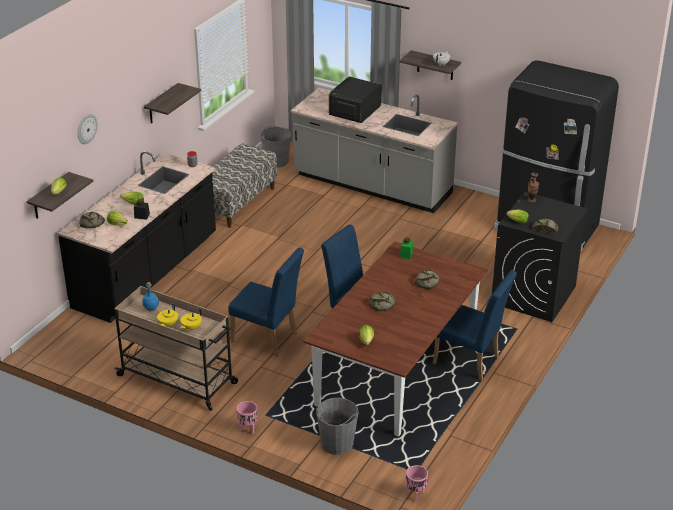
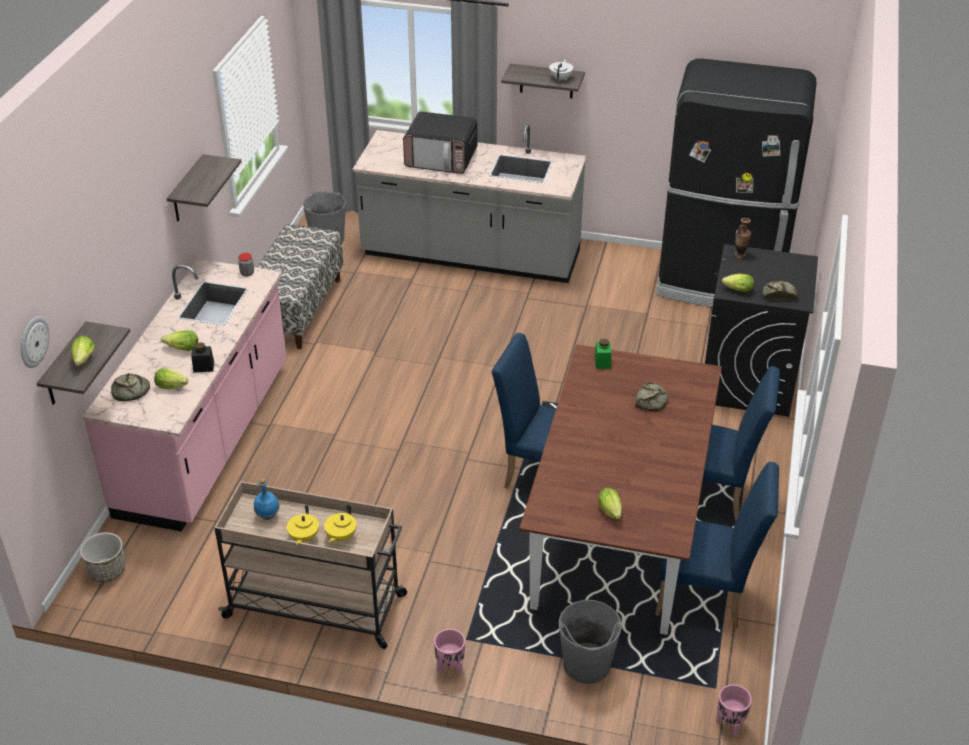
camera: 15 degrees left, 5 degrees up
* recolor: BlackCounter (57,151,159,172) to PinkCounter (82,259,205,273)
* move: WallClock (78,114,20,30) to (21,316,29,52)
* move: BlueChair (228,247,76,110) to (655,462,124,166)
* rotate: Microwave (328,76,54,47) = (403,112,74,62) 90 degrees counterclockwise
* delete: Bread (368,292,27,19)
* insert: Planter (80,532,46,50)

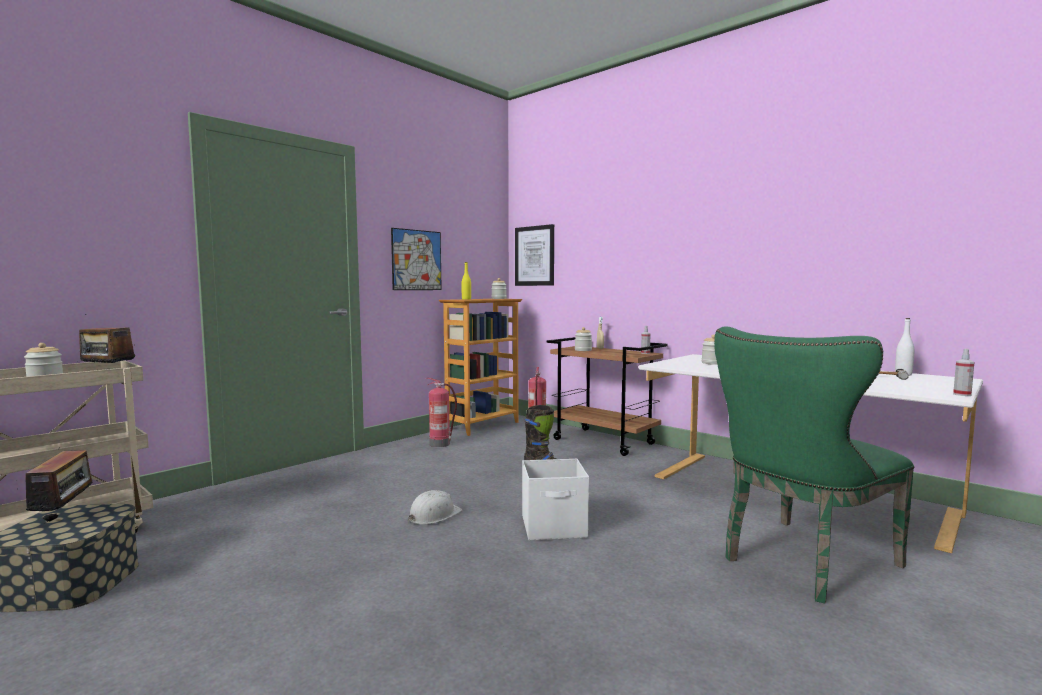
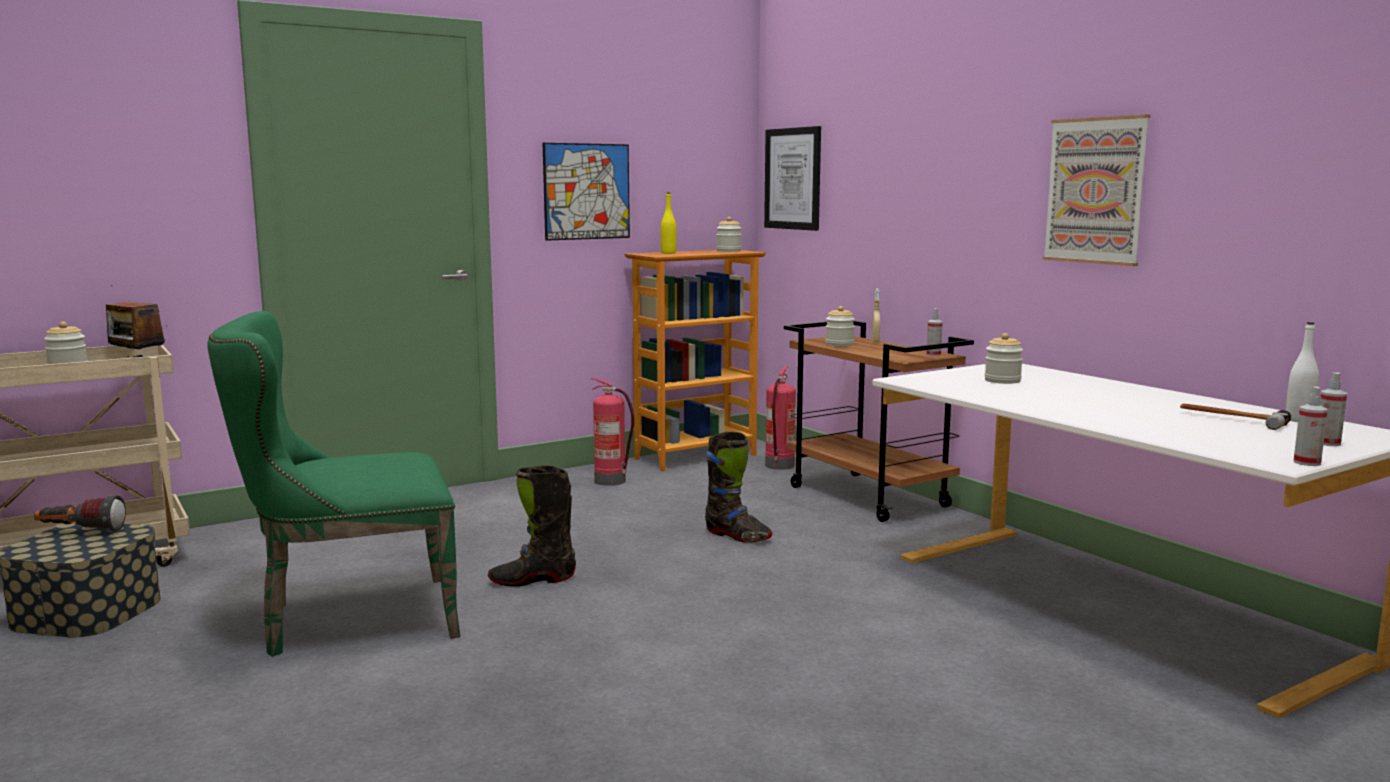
camera: 15 degrees right, 5 degrees up
* replace: Radio (25,450,72,74) to Flashlight (34,495,92,37)
* replace: WhiteHardHat (408,490,54,34) to BlackBoot (488,465,88,122)
* delete: WhiteStorageBox (522,459,67,82)
* move: GreenChair (714,326,200,278) to (208,311,252,346)
* insert: Picture (1042,114,108,152)
* insert: SprayBottle (1320,372,27,74)

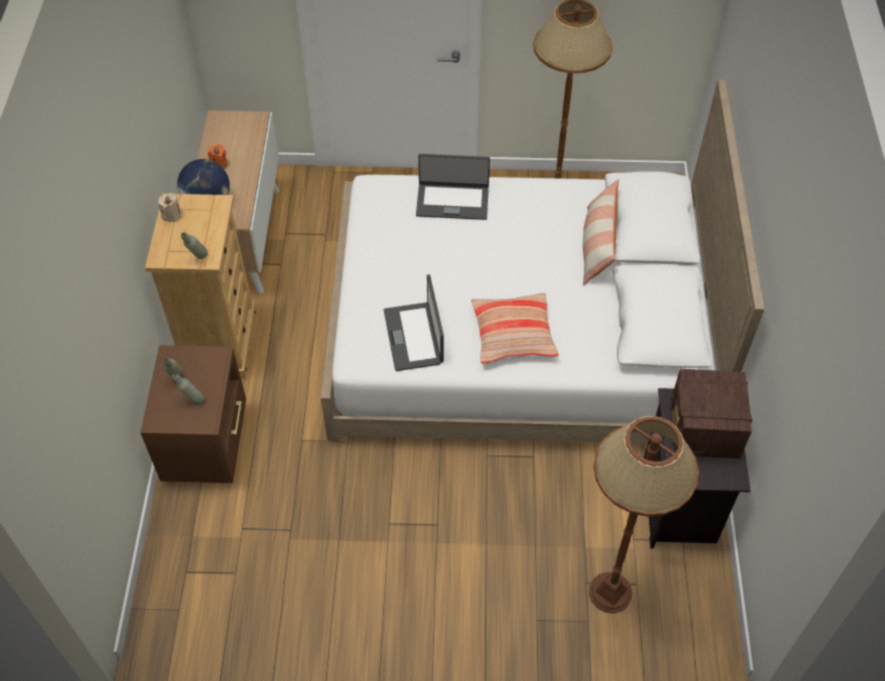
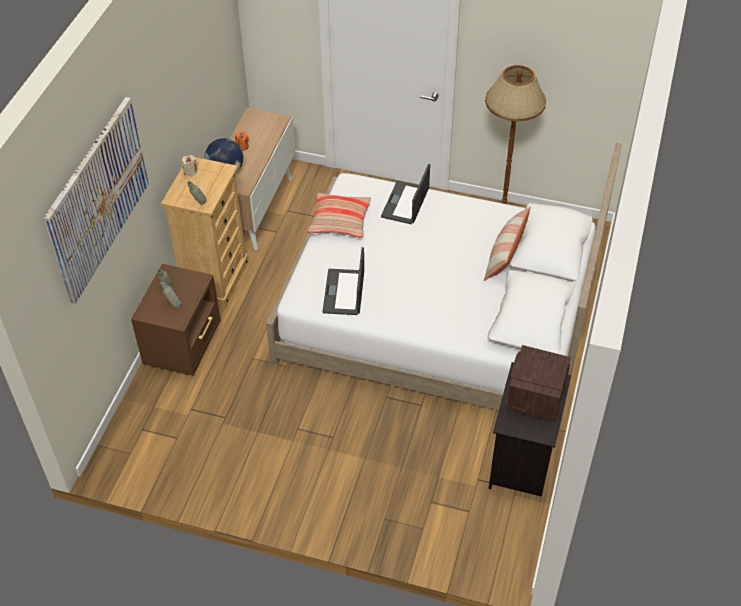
camera: 15 degrees right, 5 degrees down
* rotate: Laptop (416,154,74,66) = (381,164,49,60) 90 degrees clockwise
* move: Pillow (471,293,87,71) to (308,192,63,46)
* delete: BrownFloorLamp (589,416,110,197)
* insert: Picture (43,97,106,207)

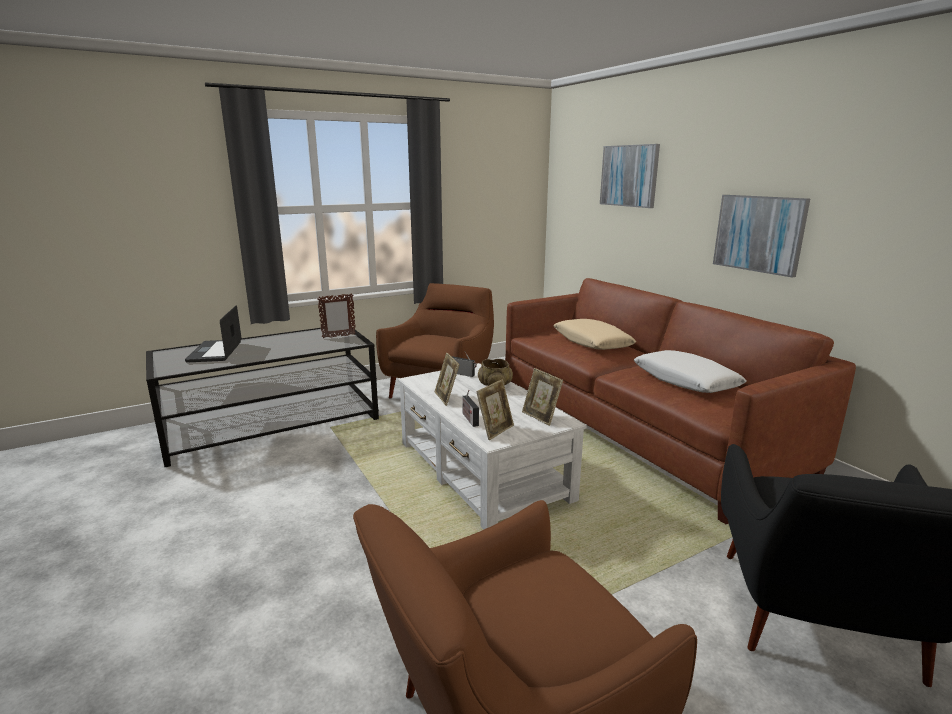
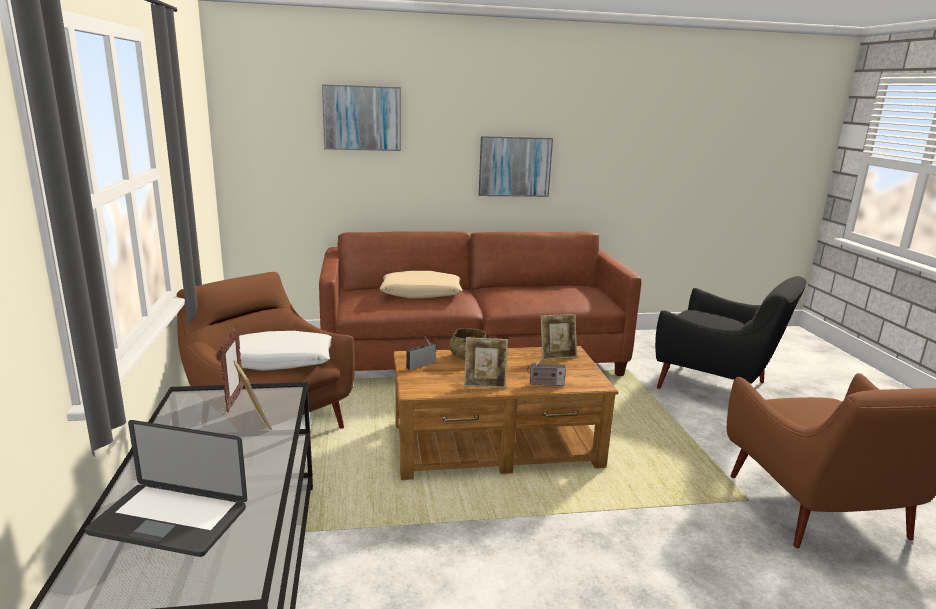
camera: 70 degrees left, 0 degrees up
* recolor: WhiteCoffeeTable (398,363,188,167) to BrownCoffeeTable (394,346,224,134)
* move: PictureFrame (476,379,38,61) to (233,360,39,70)
* move: WhitePillow (634,350,113,43) to (220,331,112,40)

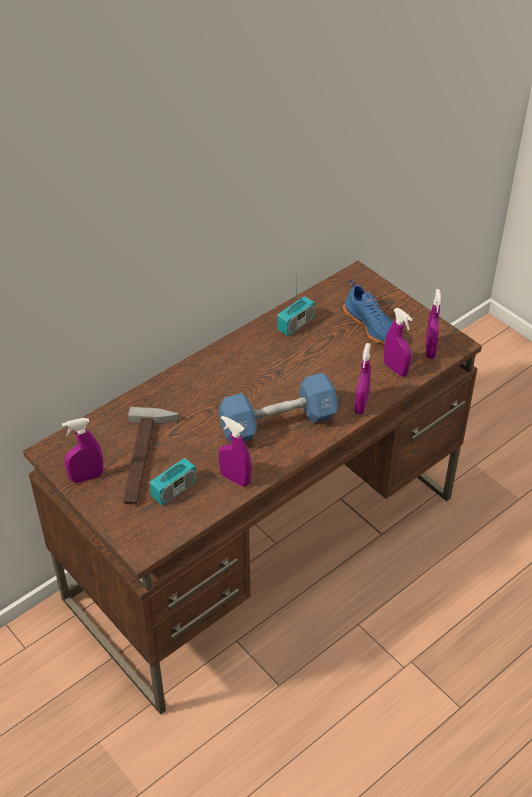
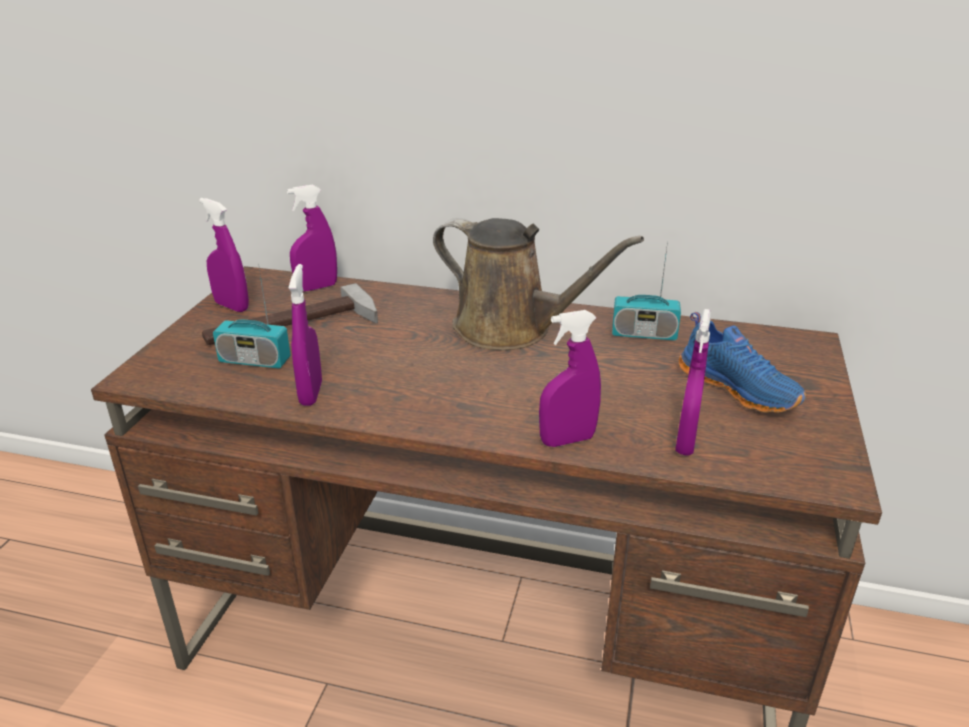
camera: 55 degrees right, 15 degrees down
* delete: BlueDumbbell (218,373,120,70)
* rotate: BlueShoe (343,279,50,65) = (679,312,127,101) 60 degrees counterclockwise
* move: PurpleSprayBottle (426,289,15,70) to (287,185,50,107)
* insert: BrownWateringCan (433,218,211,133)

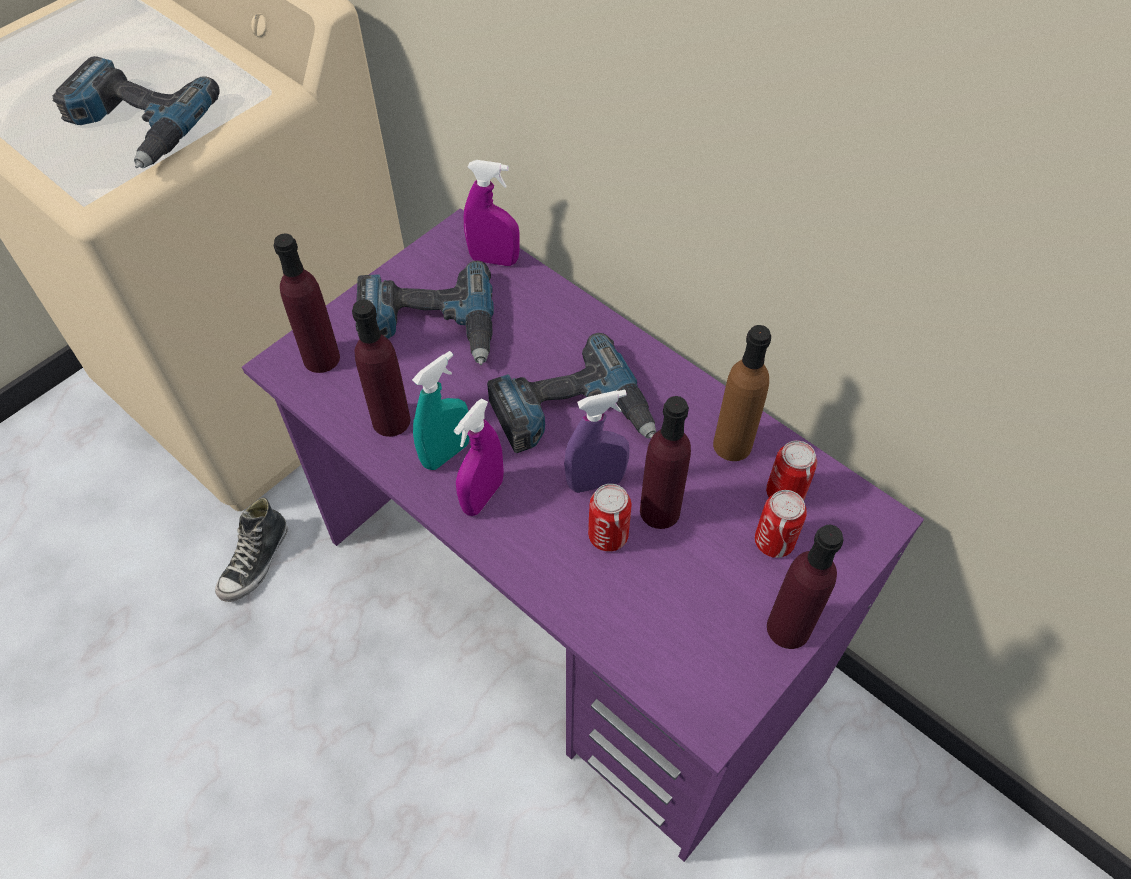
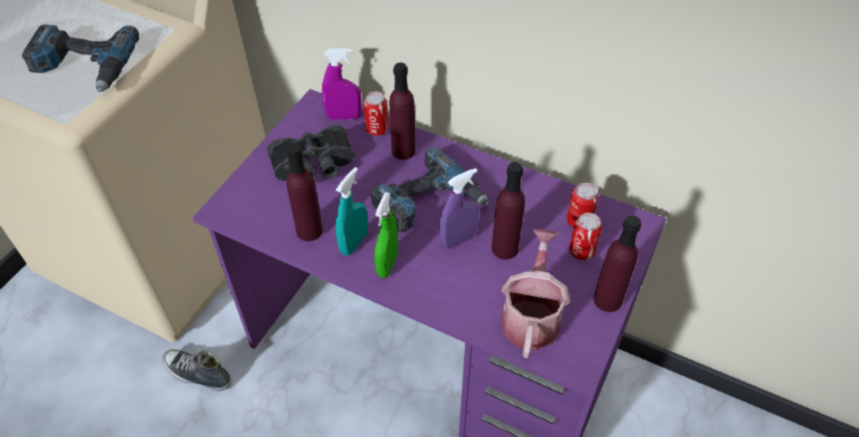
camera: 15 degrees left, 5 degrees down
* rotate: Shoe (215,497,72,105) = (162,349,69,42) 105 degrees clockwise
* move: PurpleBottle (274,233,66,140) to (389,63,27,97)
* replace: PowerDrill (356,261,138,104) to BlackBinoculars (267,125,88,56)
* recolor: PurpleSprayBottle (454,399,50,117) to GreenSprayBottle (374,192,24,86)
* move: Can (588,484,44,67) to (364,91,25,45)
* delete: BrownBottle (713,325,58,136)
* insert: WateringCan (501,229,70,129)

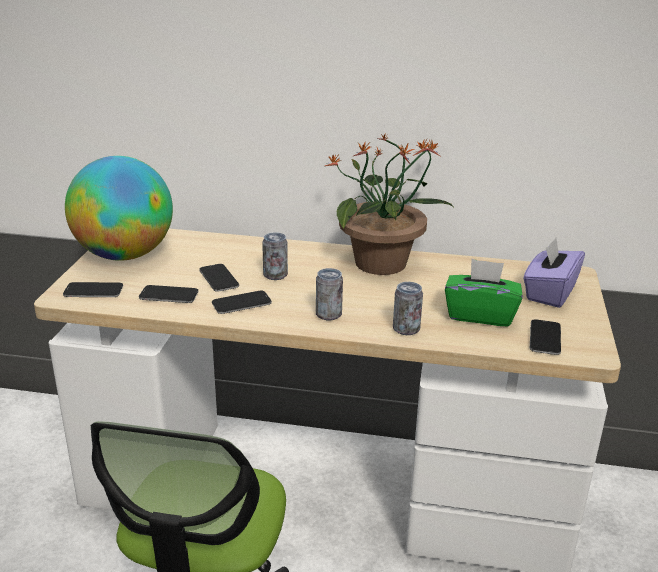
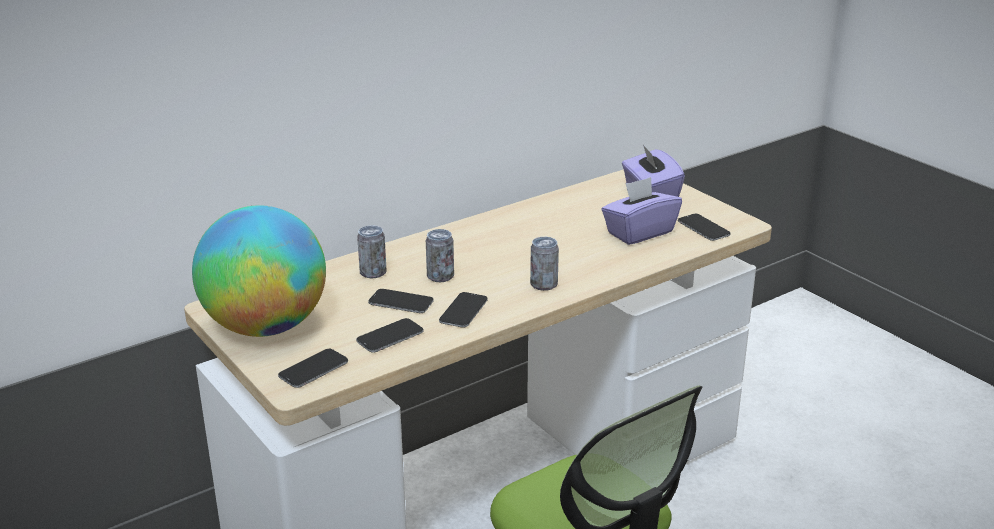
camera: 45 degrees left, 0 degrees up
* delete: PottedPlant (325,134,128,141)
* move: Can (393,282,30,53) to (357,225,30,53)
* recolor: GreenTissueBox (445,259,77,67) to PurpleTissueBox (601,177,81,68)

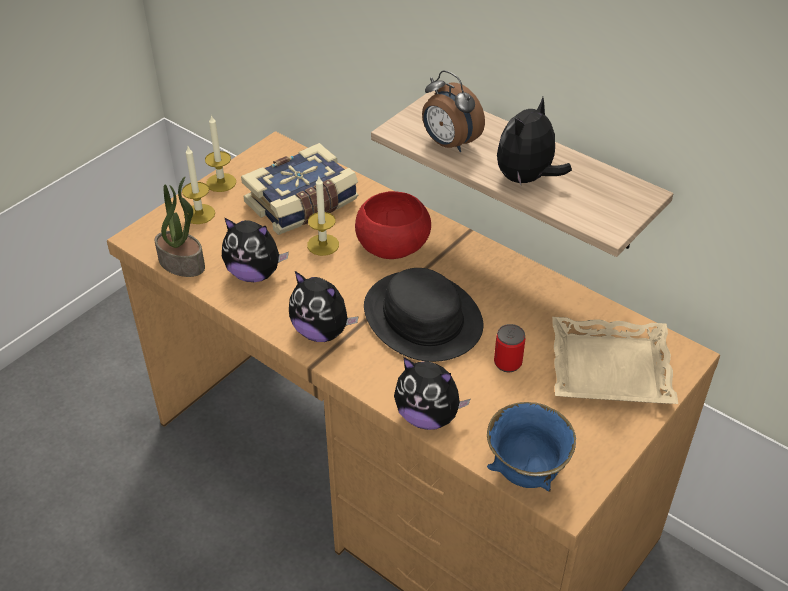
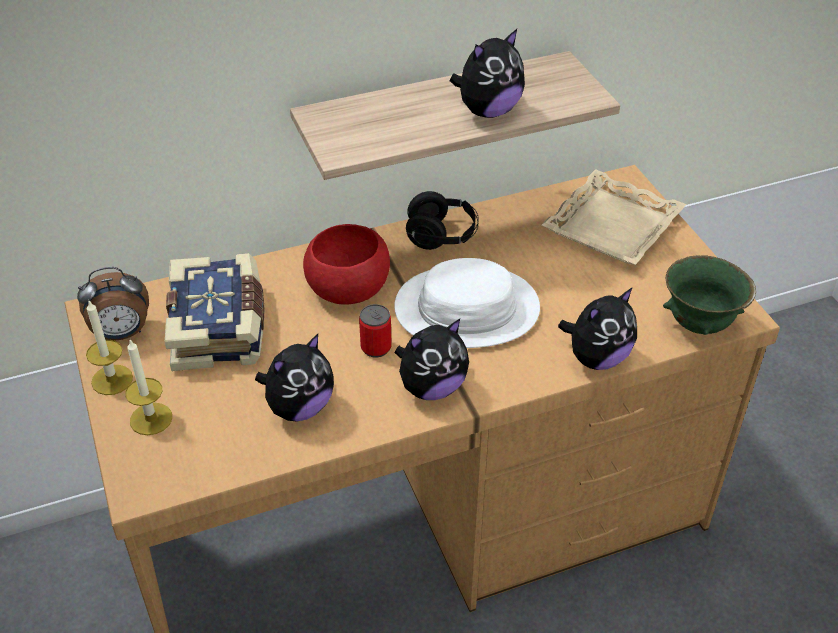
camera: 60 degrees left, 0 degrees up
* delete: PottedPlant (155,177,50,100)
* delete: Candle (307,177,32,79)
* recolor: BlackHat (364,268,119,94) to WhiteHat (394,258,146,90)
* move: AlarmClock (422,70,63,82) to (77,267,72,74)
* recolor: BlueBowl (487,402,89,90) to GreenBowl (663,255,93,80)
* move: Can (494,324,31,48) to (359,304,33,53)
* rotate: PlushToy (497,97,75,88) = (450,29,75,89) 105 degrees counterclockwise
* insert: BlackHeadphones (406,191,73,59)

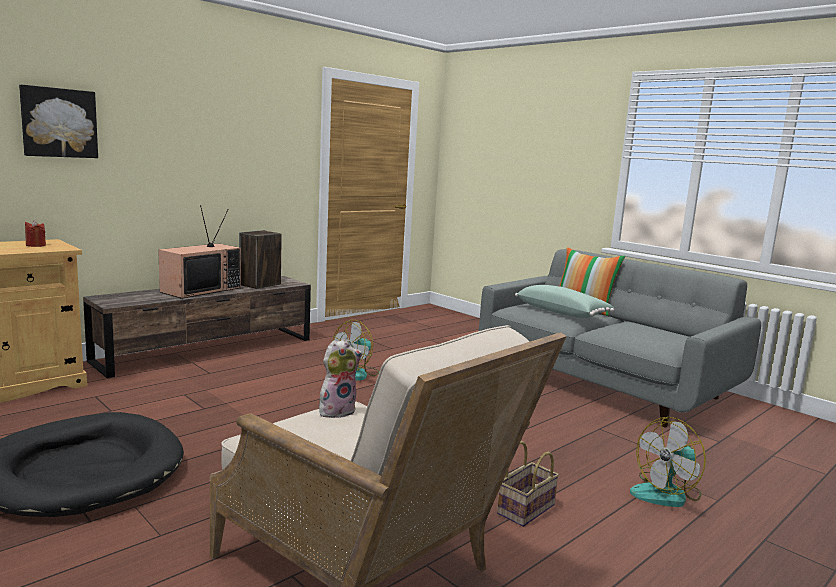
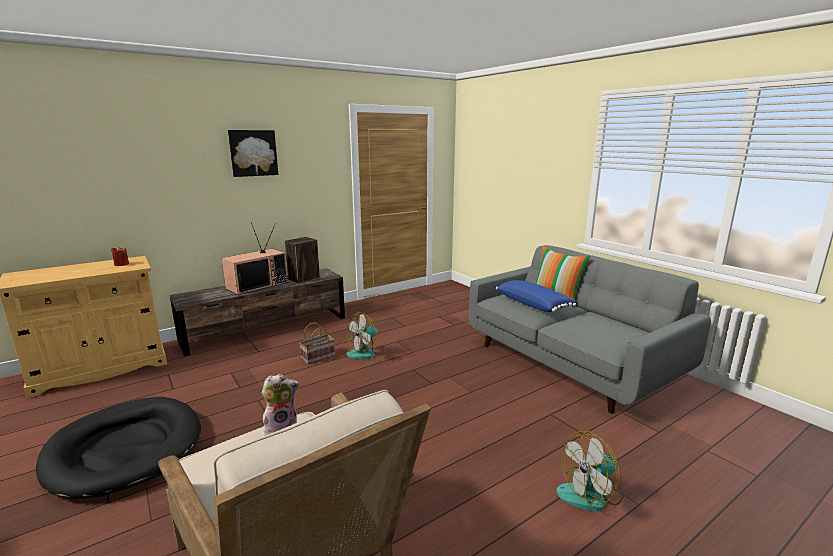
camera: 10 degrees right, 5 degrees up
* move: Picture (19,85,79,73) to (228,130,50,47)
* move: Basket (497,441,62,86) to (299,322,36,42)
* recolor: GreenPillow (515,285,99,33) to BluePillow (496,280,80,32)

